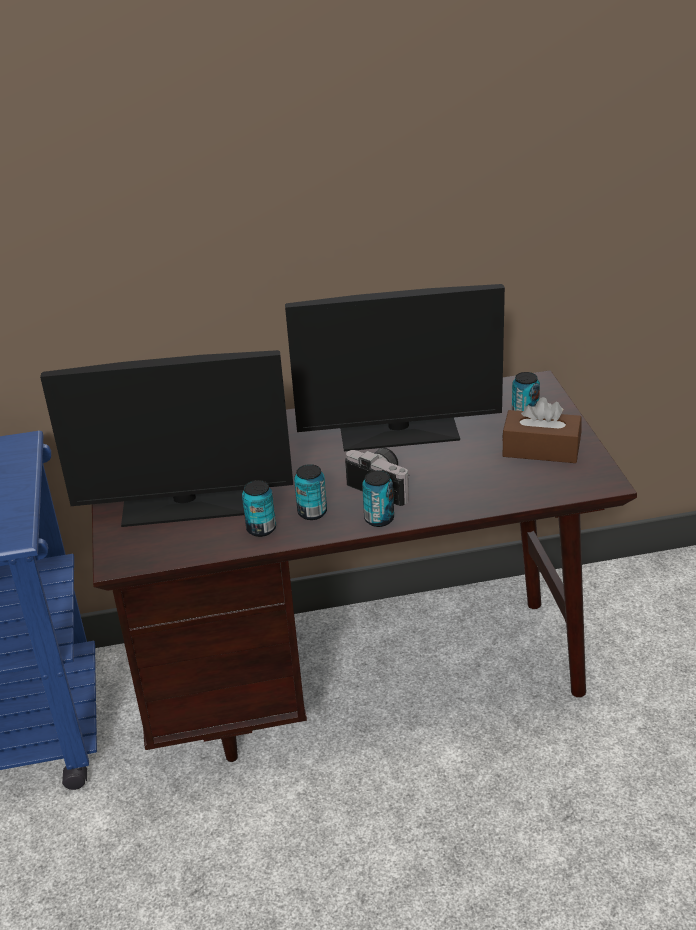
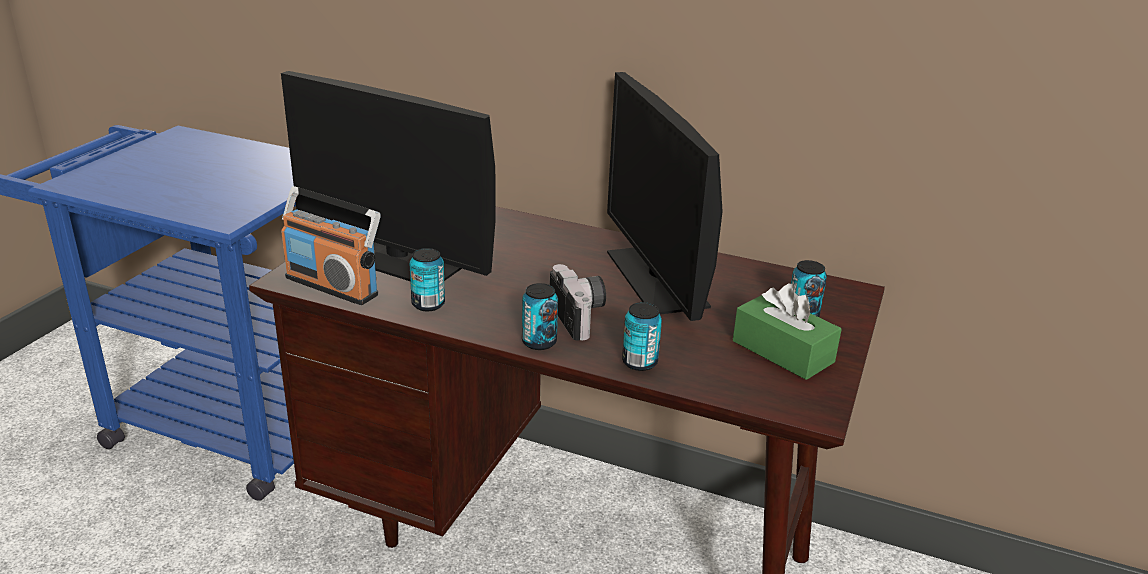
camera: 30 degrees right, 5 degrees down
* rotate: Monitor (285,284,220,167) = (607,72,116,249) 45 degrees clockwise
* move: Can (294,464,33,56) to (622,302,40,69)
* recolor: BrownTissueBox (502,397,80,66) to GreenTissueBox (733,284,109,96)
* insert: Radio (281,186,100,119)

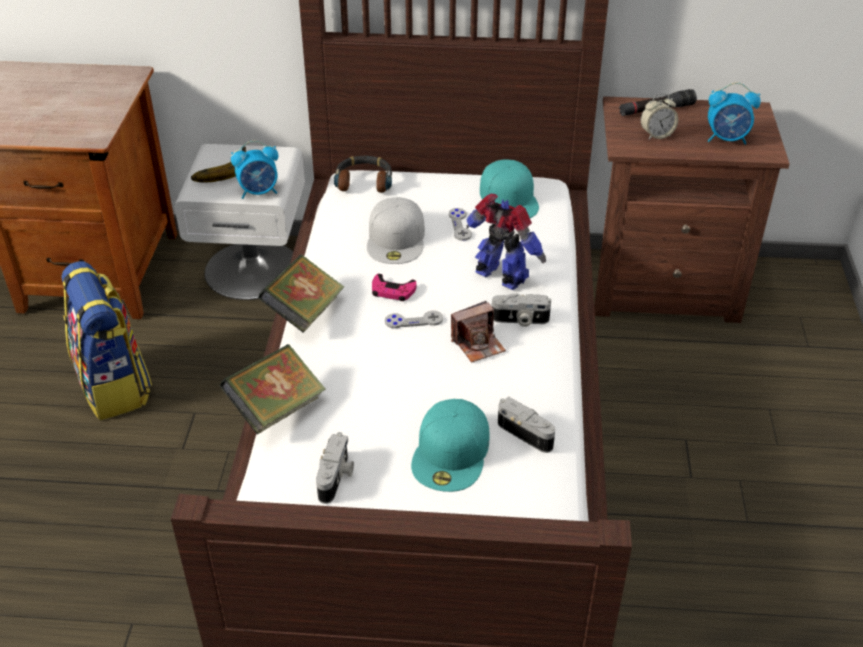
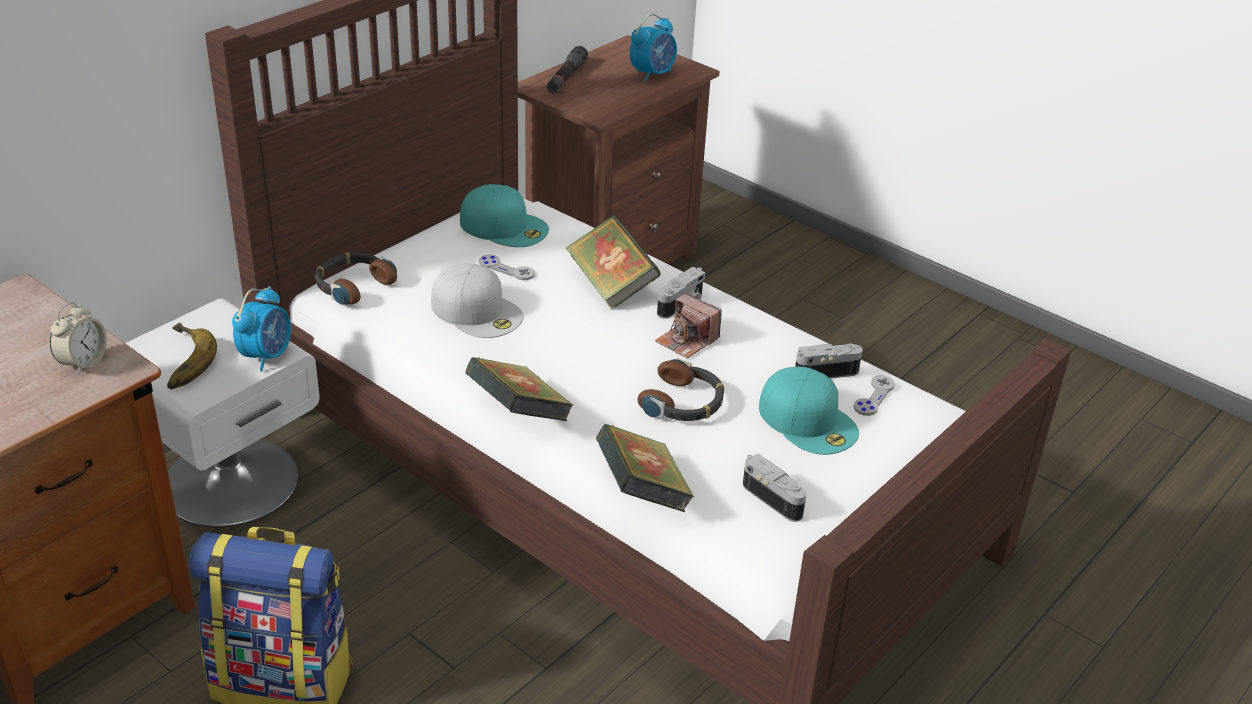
camera: 55 degrees left, 5 degrees down
* delete: PinkGameController (372,274,44,27)
* move: GreyGameController (385,311,58,18) to (854,375,41,41)
* rotate: PhotoCamera (451,301,55,62) = (655,293,67,66) 120 degrees clockwise
* replace: ToyRobot (466,194,80,96) to Book (565,215,96,95)
* move: AlarmClock (641,93,37,47) to (50,302,57,73)
* insert: Headphones (637,358,87,63)

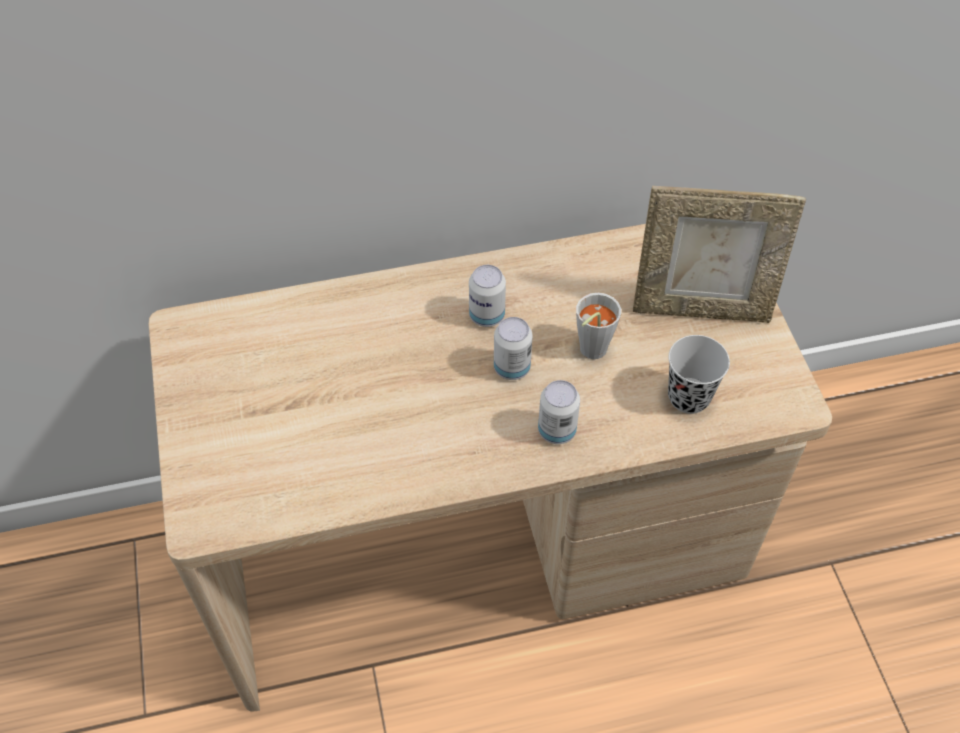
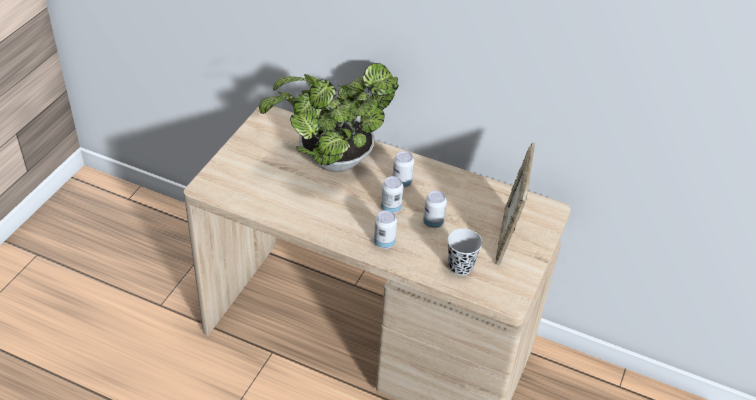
camera: 35 degrees right, 10 degrees down
* replace: GreyCup (576,293,45,66) to Can (423,191,24,37)
* rotate: PictureFrame (633,186,173,137) = (495,142,40,123) 60 degrees clockwise
* insert: PottedPlant (259,63,140,109)

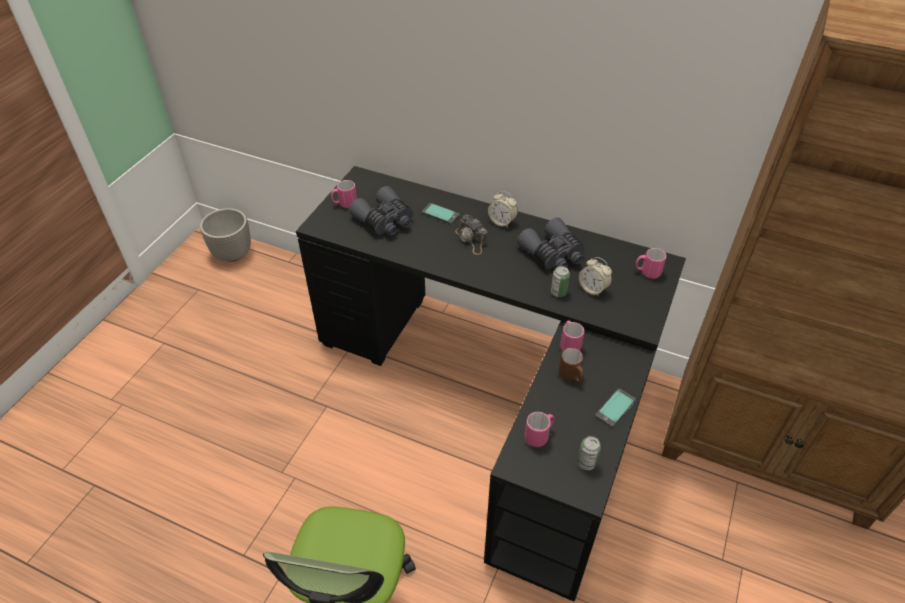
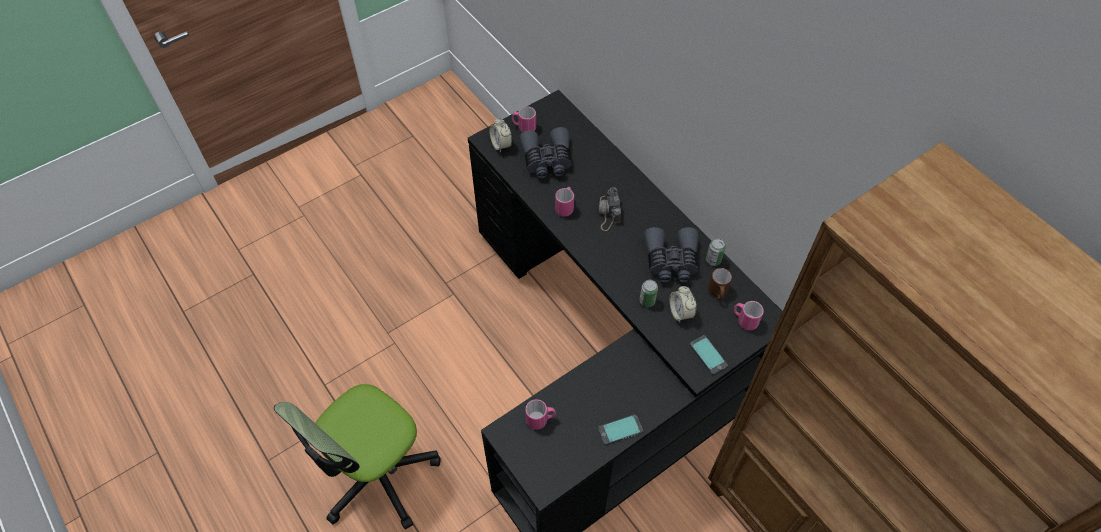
camera: 30 degrees right, 10 degrees up
* delete: Planter (200,208,51,54)
* move: Phone (422,203,38,21) to (690,335,38,40)
* move: AlarmClock (488,191,30,37) to (489,118,23,35)
* move: BrownMug (558,348,26,34) to (708,268,24,32)
* move: PinkMug (560,321,25,30) to (555,187,19,30)
* move: Can (577,436,24,34) to (706,238,20,28)

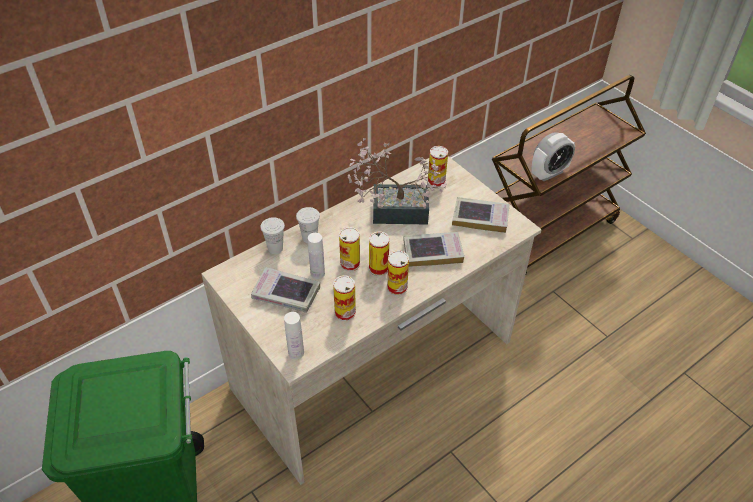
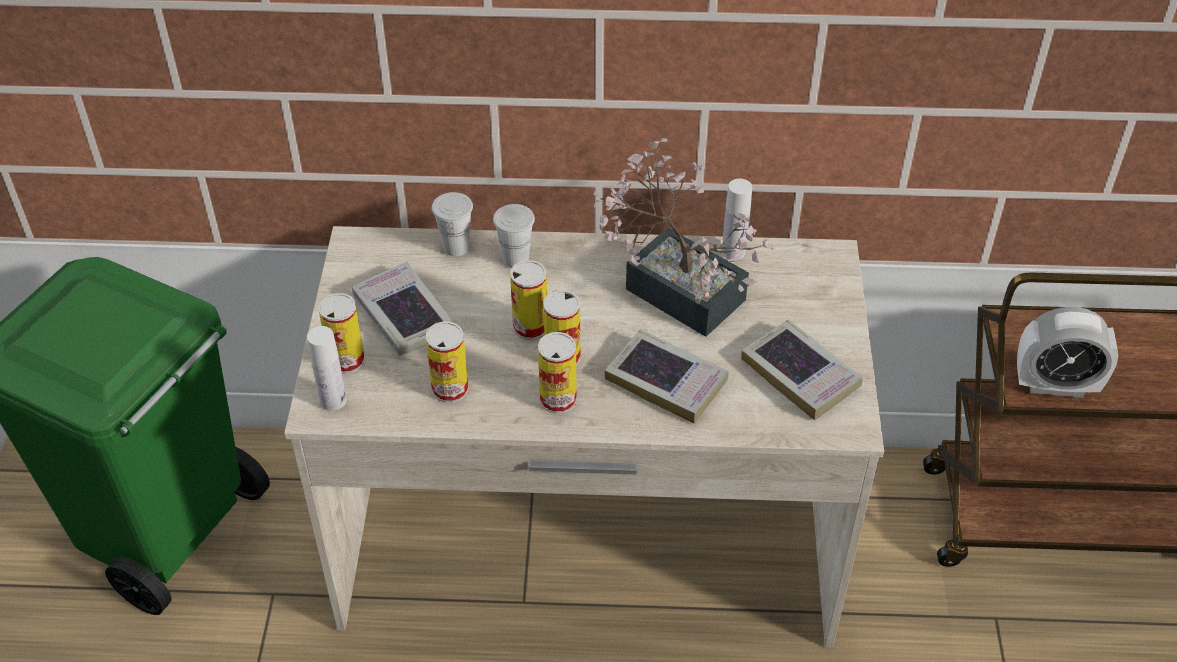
camera: 40 degrees right, 0 degrees up
* move: WhiteBottle (308,233,17,46) to (722,179,30,81)
* move: Can (428,146,20,41) to (318,293,47,81)

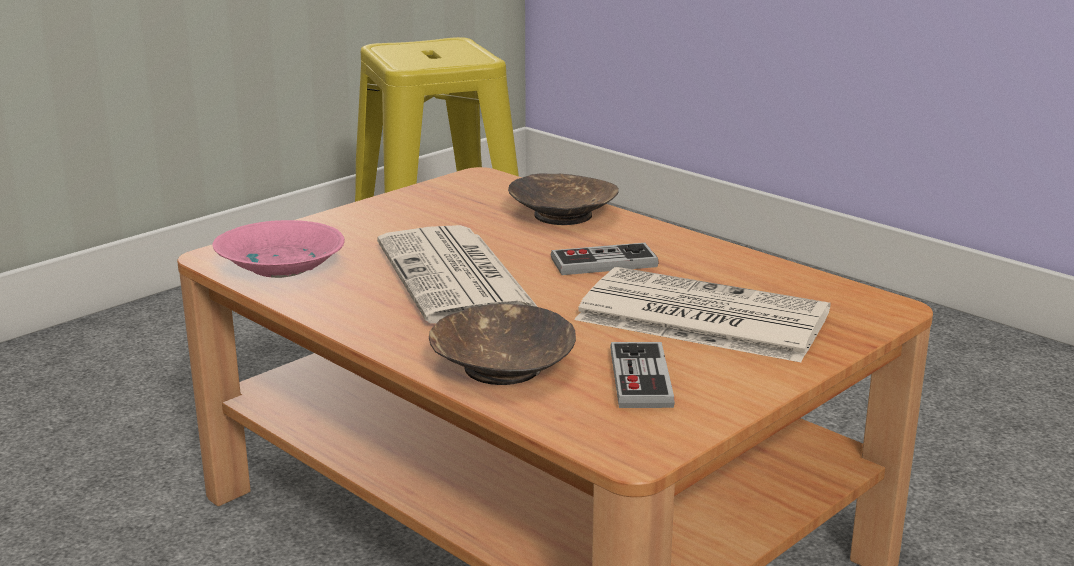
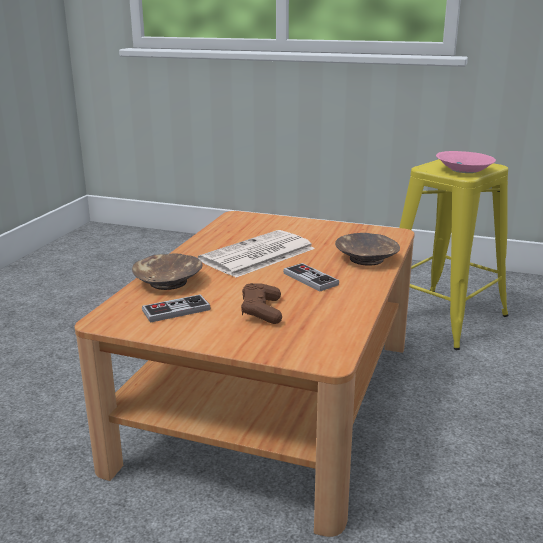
camera: 65 degrees right, 0 degrees up
* move: PinkBowl (212,220,133,58) to (436,151,60,22)
* replace: Newspaper (574,267,257,95) to BrownGameController (241,283,41,41)

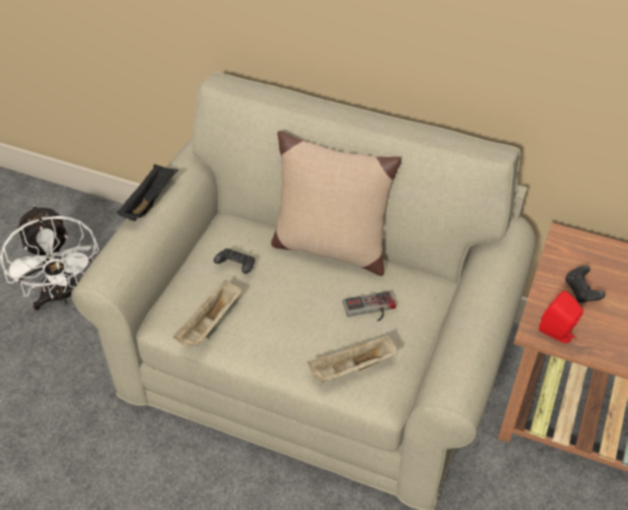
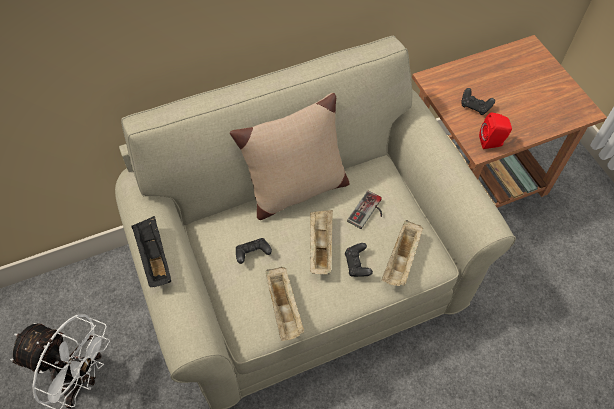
camera: 45 degrees left, 10 degrees up
* insert: BeigeTray (310,210,23,65)
* insert: BlackGameController (345,243,28,34)

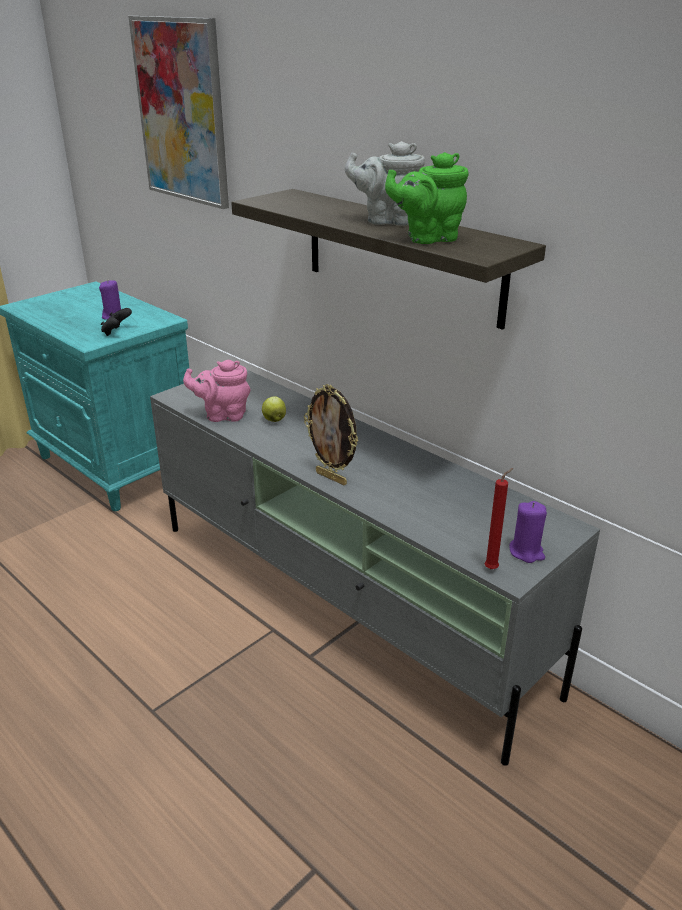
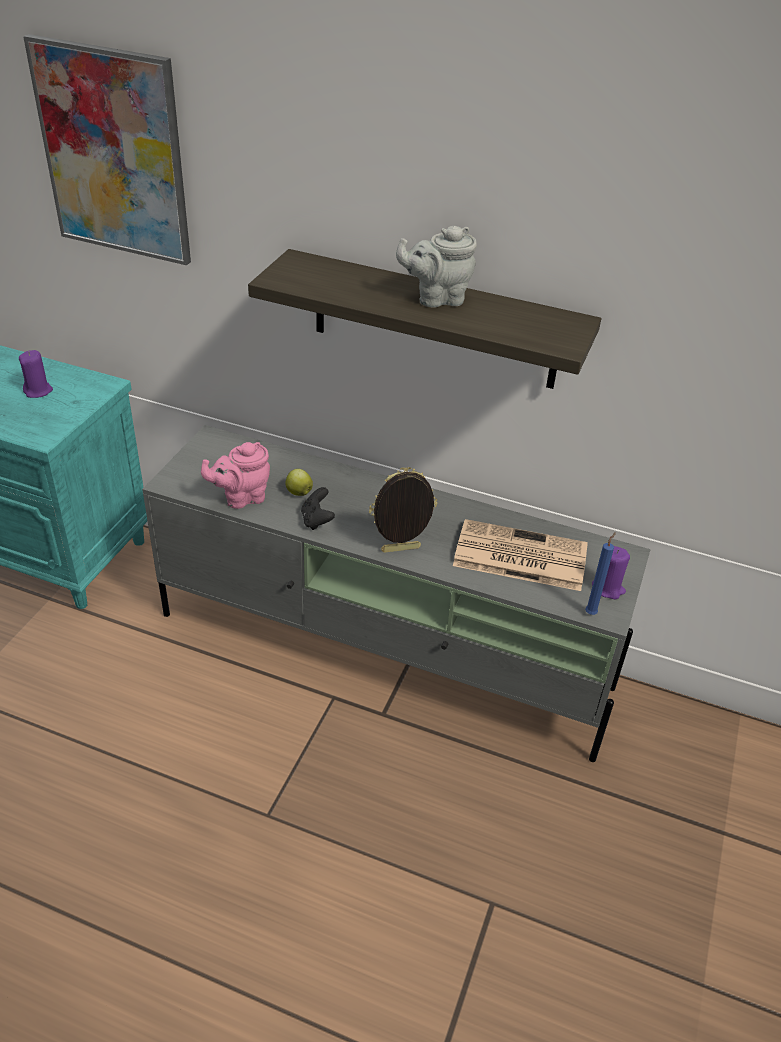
camera: 25 degrees left, 10 degrees up
* move: BlackGameController (101,308,31,28) to (301,487,34,43)
* rotate: PictureFrame (304,384,54,101) = (369,467,69,86) 150 degrees clockwise
* delete: GreenTeapot (385,152,84,92)
* recolor: RedCandle (485,468,28,101) to BlueCandle (585,532,31,83)
* insert: Newspaper (453,519,135,72)

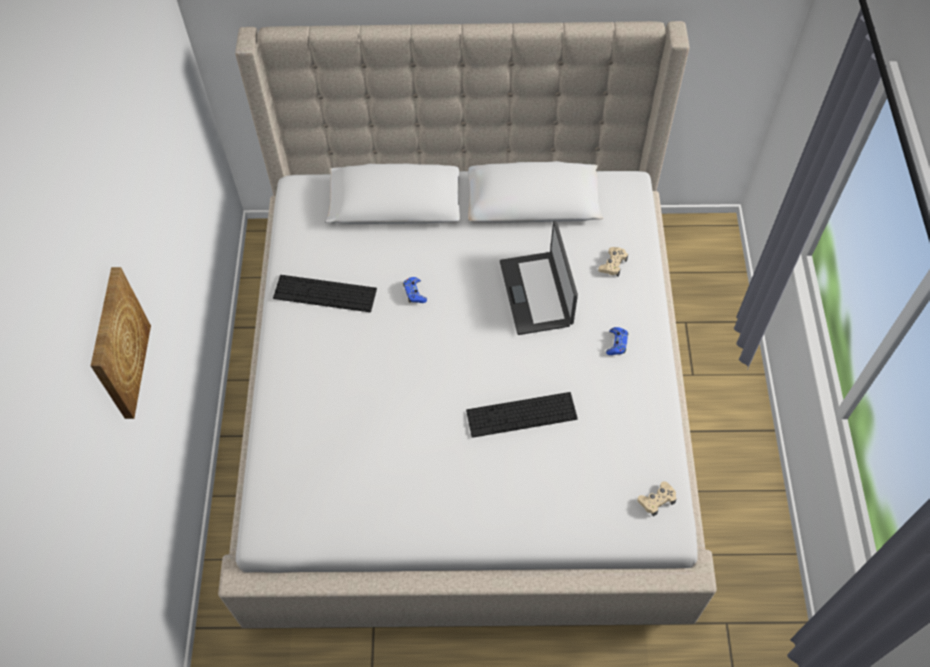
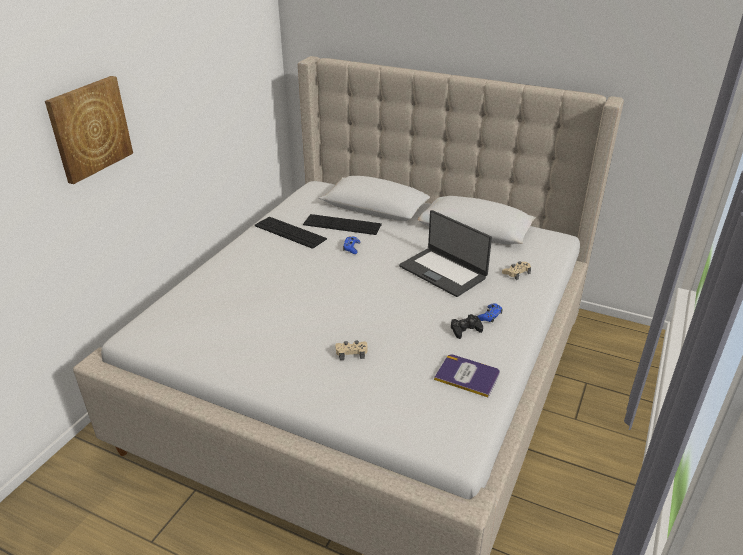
camera: 25 degrees right, 25 degrees down
* move: Keyboard (466,392,112,46) to (303,214,79,21)
* rotate: Laptop (500,221,78,114) = (399,210,93,87) 60 degrees counterclockwise
* move: BeigeGameController (637,481,40,36) to (335,341,33,19)
* insert: Book (434,354,66,43)
* insert: BlackGameController (451,314,32,25)

